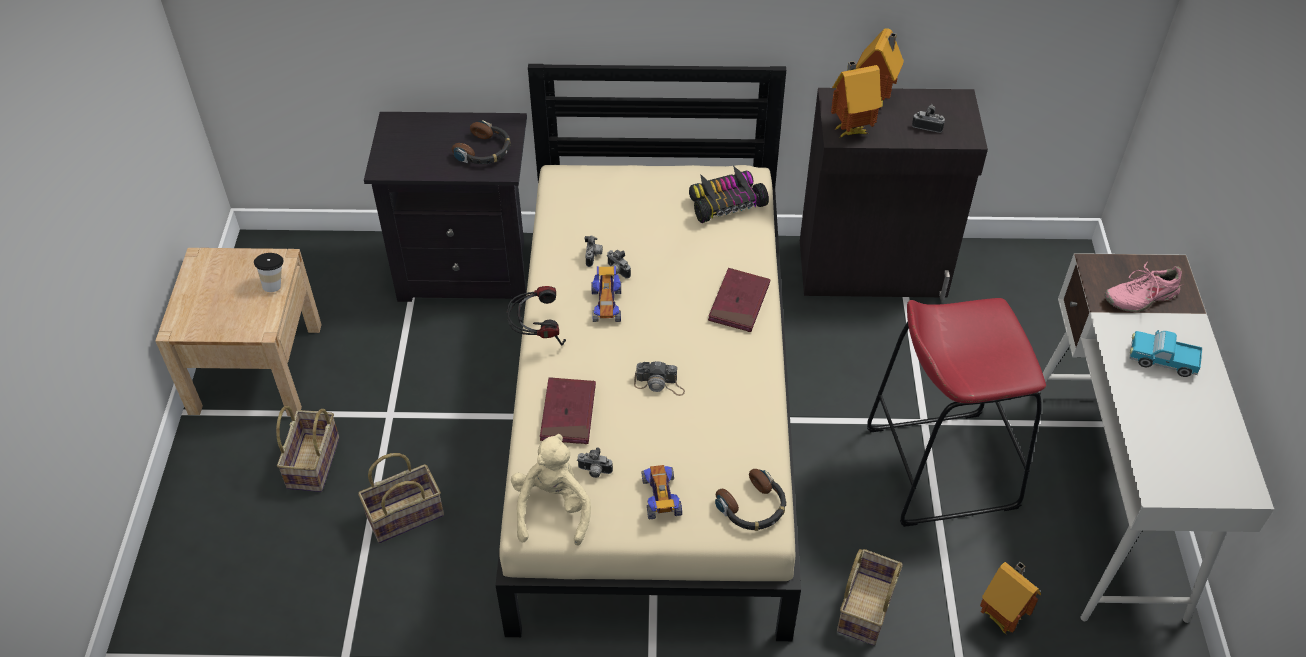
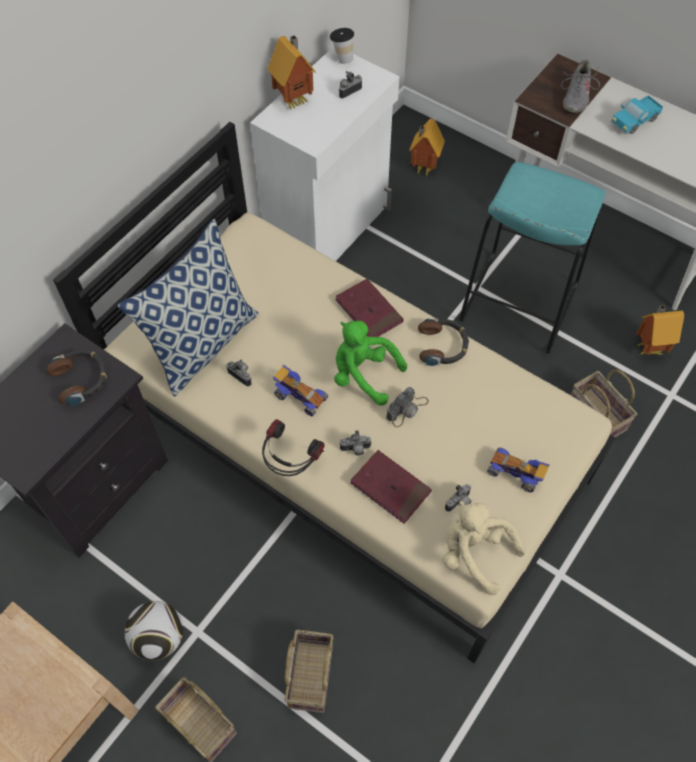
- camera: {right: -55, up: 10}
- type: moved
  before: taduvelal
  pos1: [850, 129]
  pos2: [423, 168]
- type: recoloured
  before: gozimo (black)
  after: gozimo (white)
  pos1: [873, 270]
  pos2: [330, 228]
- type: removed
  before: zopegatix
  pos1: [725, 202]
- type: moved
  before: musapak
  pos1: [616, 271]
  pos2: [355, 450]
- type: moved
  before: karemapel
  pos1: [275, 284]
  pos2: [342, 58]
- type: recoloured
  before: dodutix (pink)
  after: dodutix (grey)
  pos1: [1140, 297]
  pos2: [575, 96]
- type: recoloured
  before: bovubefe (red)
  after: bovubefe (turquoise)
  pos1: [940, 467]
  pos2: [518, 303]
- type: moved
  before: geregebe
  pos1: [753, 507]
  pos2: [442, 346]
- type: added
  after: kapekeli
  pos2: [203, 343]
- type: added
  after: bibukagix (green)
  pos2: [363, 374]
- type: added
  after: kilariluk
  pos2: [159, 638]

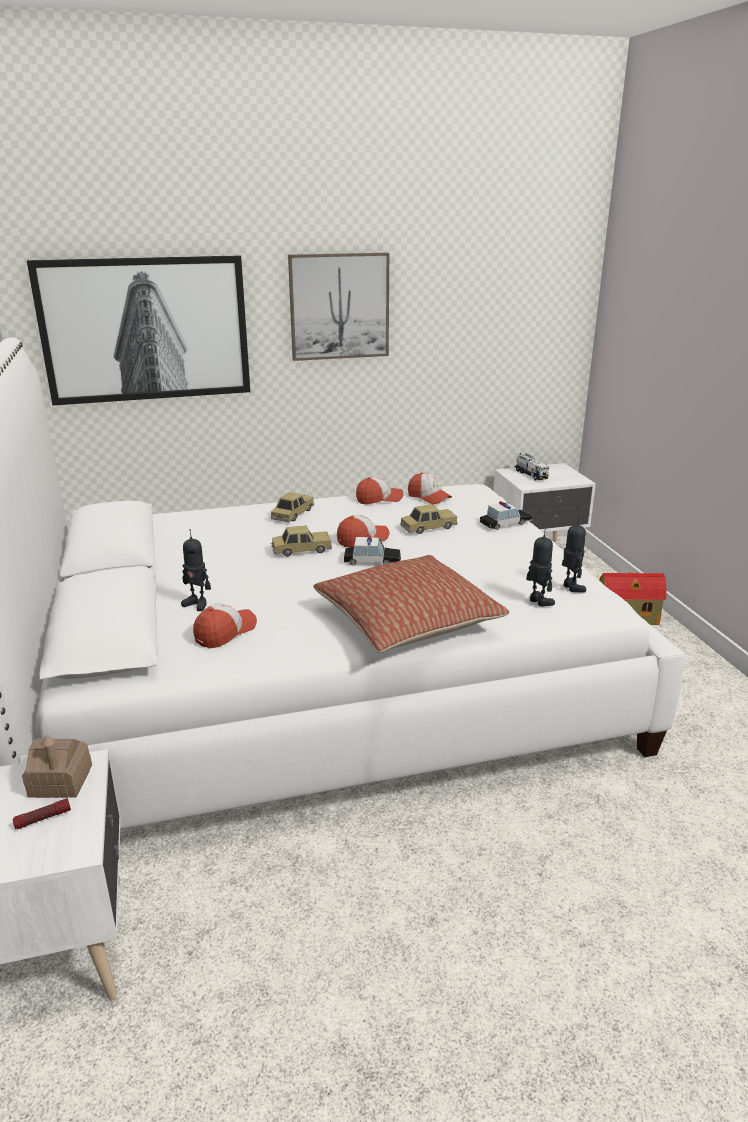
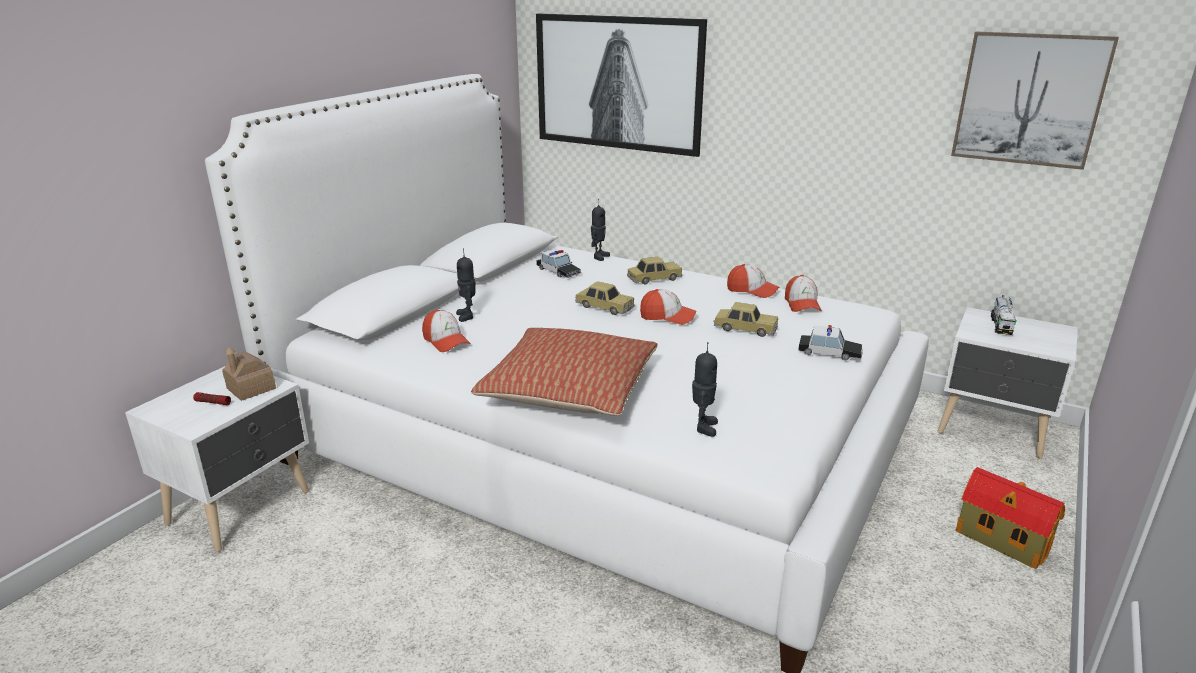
- camera: {right: 45, up: 0}
- type: moved
  before: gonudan
  pos1: [339, 306]
  pos2: [1029, 99]
- type: moved
  before: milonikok
  pos1: [570, 588]
  pos2: [599, 257]
- type: moved
  before: zopegatix
  pos1: [372, 561]
  pos2: [558, 271]
- type: turned
  before: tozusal
  pos1: [225, 632]
  pos2: [446, 341]
  turn: 60

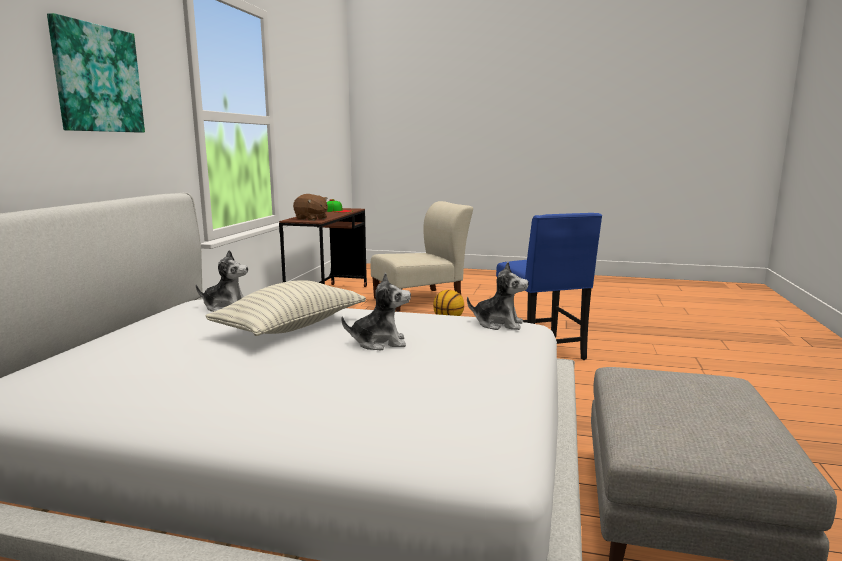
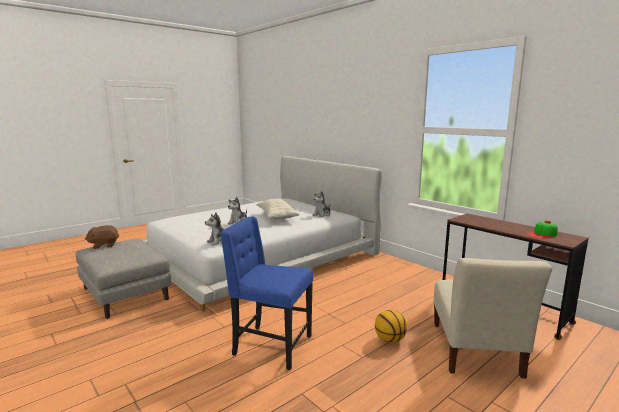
- camera: {right: 125, up: 0}
- type: removed
  before: gonudan
  pos1: [97, 79]
- type: moved
  before: bibukagix (brown)
  pos1: [311, 219]
  pos2: [104, 245]

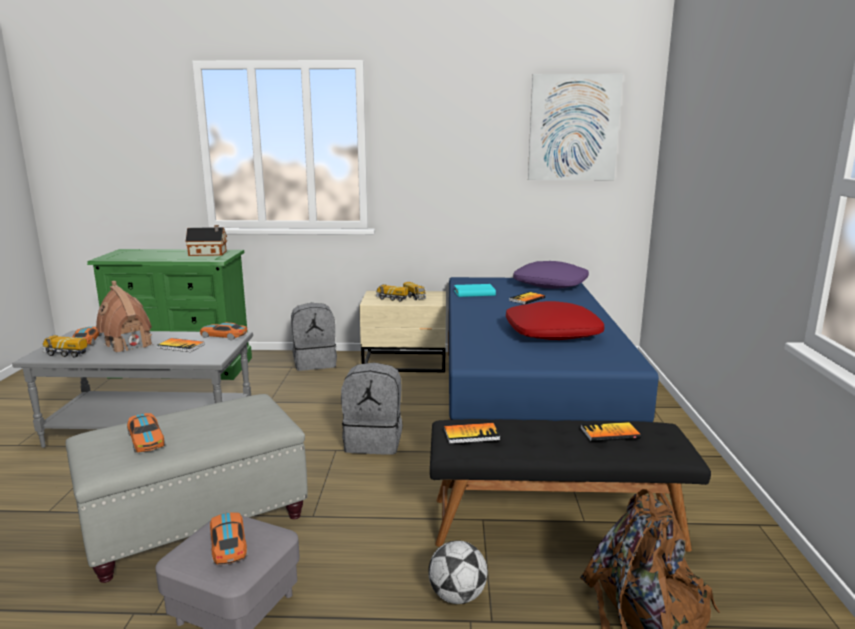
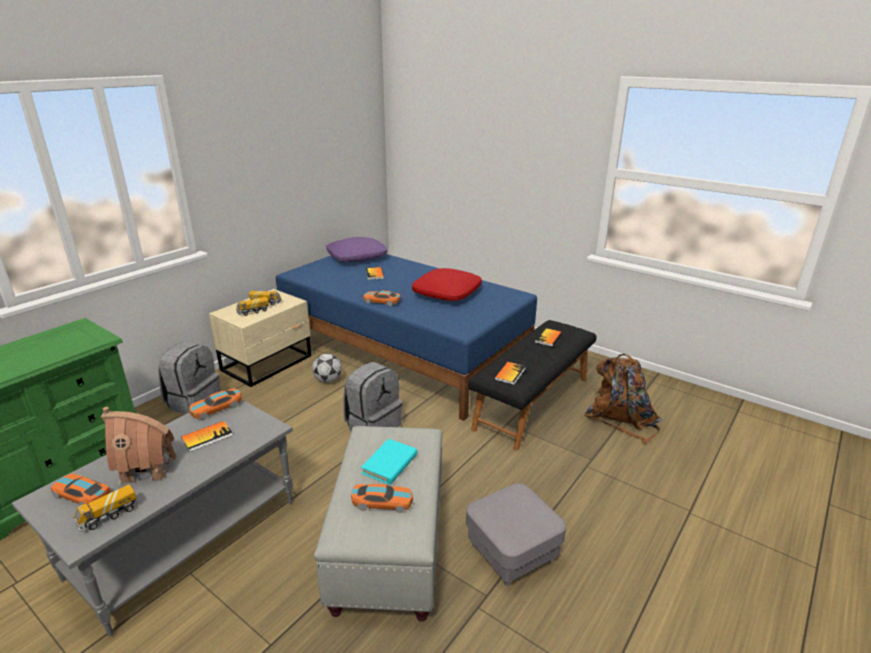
- camera: {right: -55, up: 10}
- type: removed
  before: gonudan
  pos1: [573, 128]
- type: removed
  before: taduvelal
  pos1: [209, 253]
- type: moved
  before: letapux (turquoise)
  pos1: [474, 293]
  pos2: [389, 464]
- type: moved
  before: zopegatix
  pos1: [228, 544]
  pos2: [381, 301]
- type: moved
  before: kilariluk
  pos1: [457, 596]
  pos2: [328, 380]

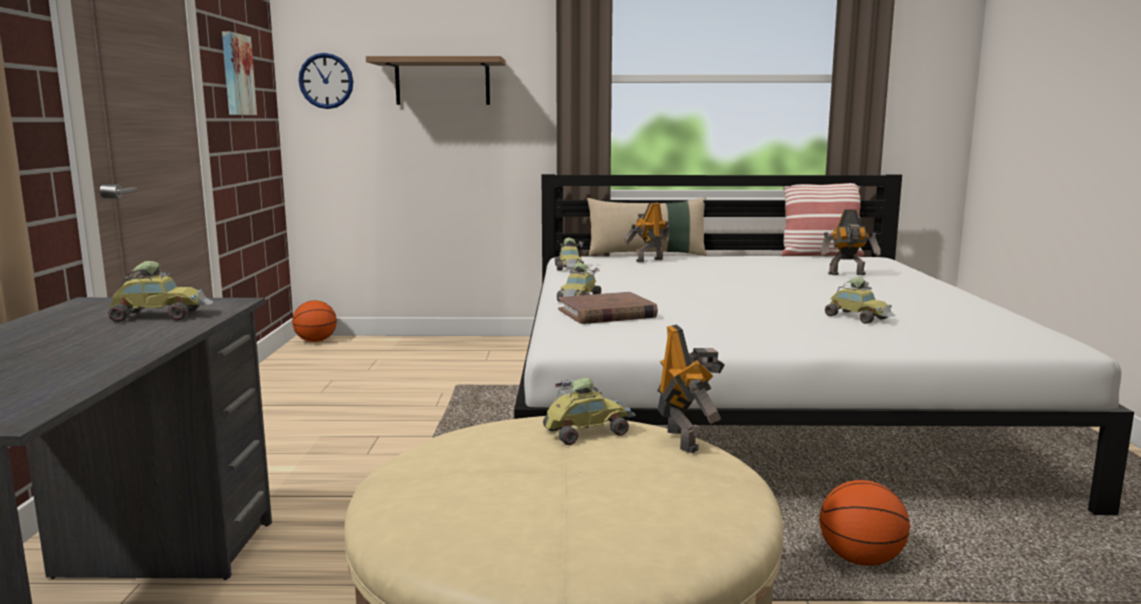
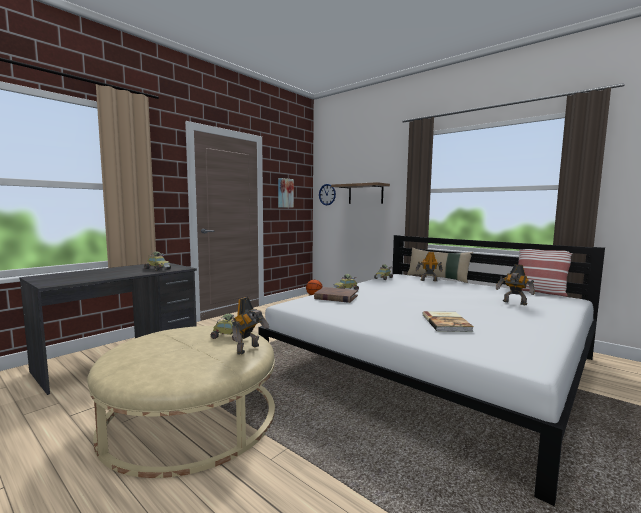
- camera: {right: 40, up: -5}
- type: replaced
  before: zopegatix
  after: letapux
  pos1: [858, 317]
  pos2: [447, 323]
- type: removed
  before: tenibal
  pos1: [859, 560]

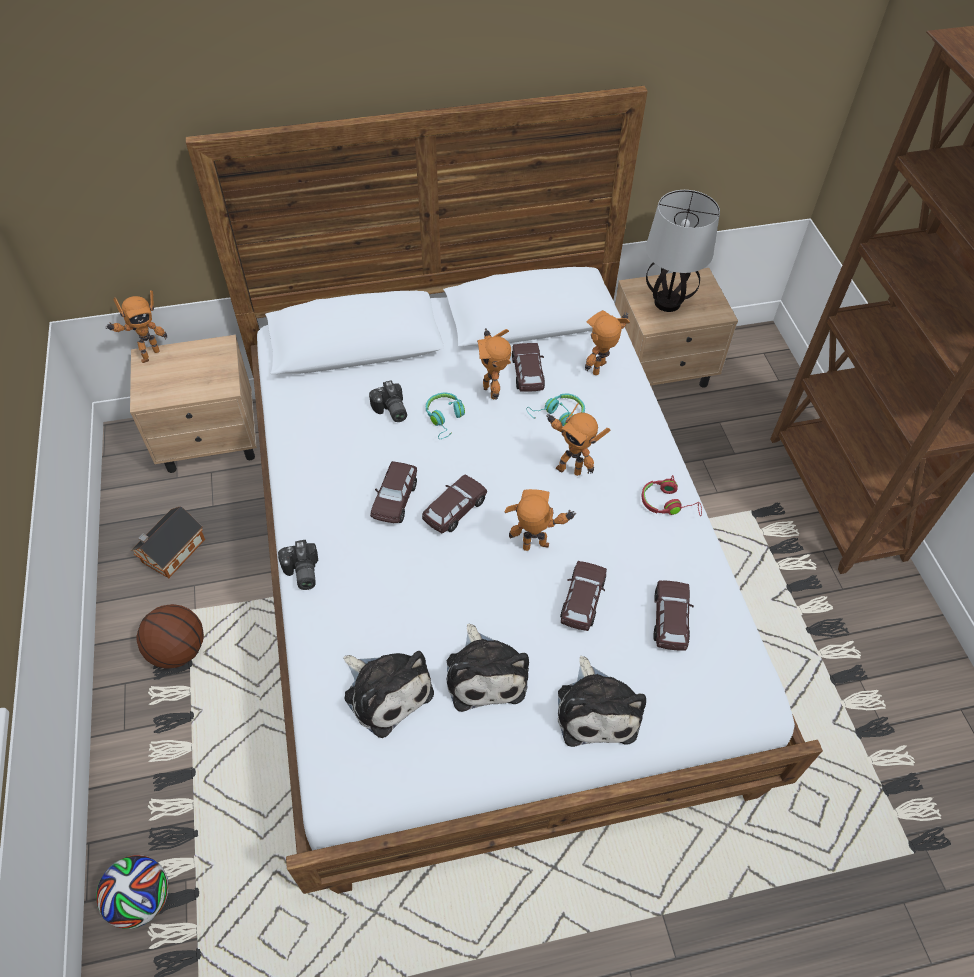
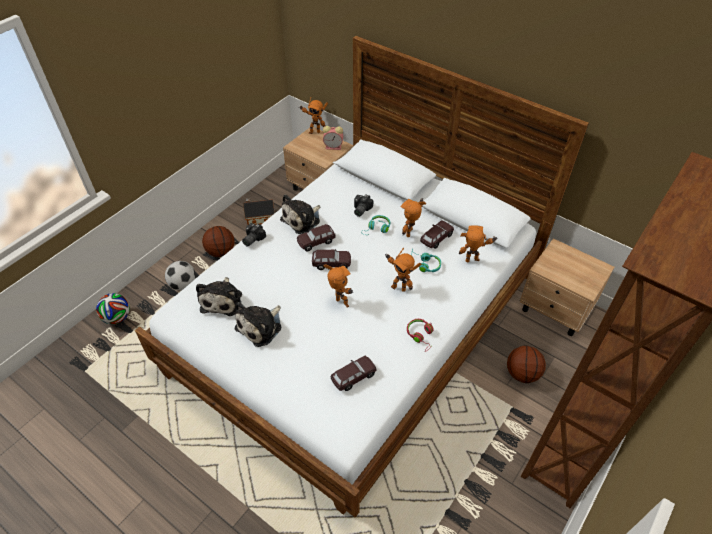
- camera: {right: 50, up: -5}
- type: removed
  before: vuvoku
  pos1: [667, 302]
- type: turned
  before: milonikok
  pos1: [569, 468]
  pos2: [399, 287]
  turn: -45
- type: removed
  before: zopegatix (brown)
  pos1: [582, 601]
- type: moved
  before: bibukagix
  pos1: [596, 709]
  pos2: [302, 220]
- type: added
  after: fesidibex
  pos2: [334, 147]
- type: added
  after: kilariluk
  pos2: [183, 285]
- type: added
  after: tenibal
  pos2: [522, 374]

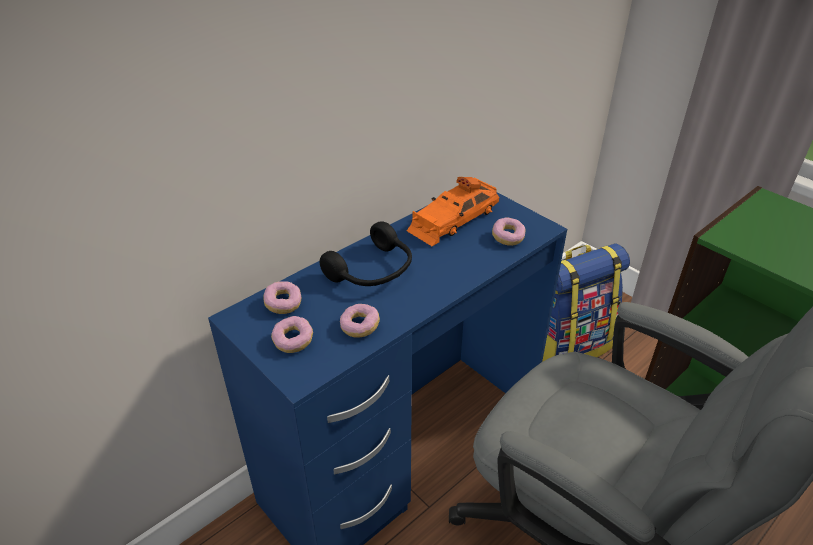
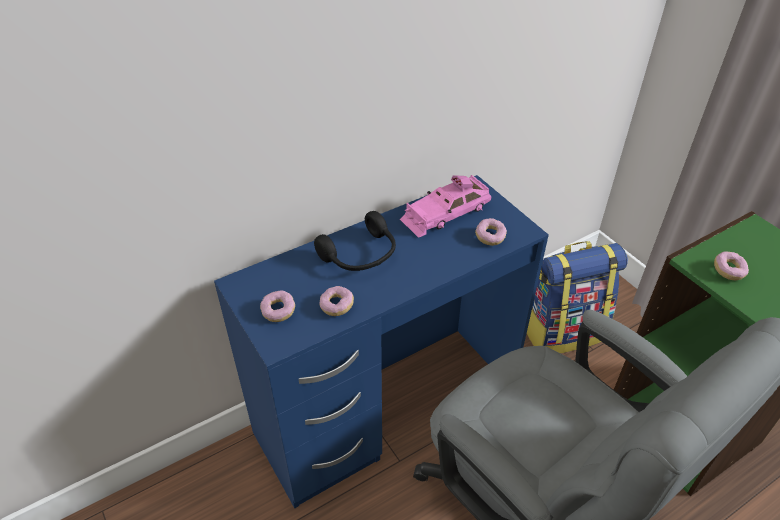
- camera: {right: 10, up: 5}
- type: recoloured
  before: zopegatix (orange)
  after: zopegatix (pink)
  pos1: [453, 219]
  pos2: [445, 213]
- type: moved
  before: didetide
  pos1: [283, 304]
  pos2: [728, 271]

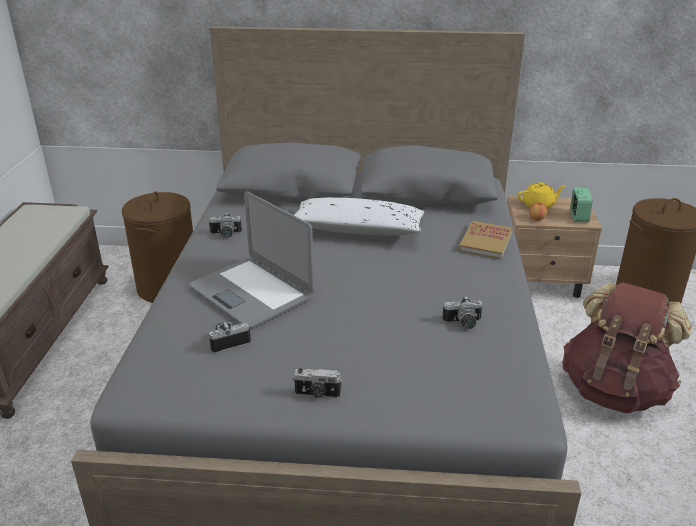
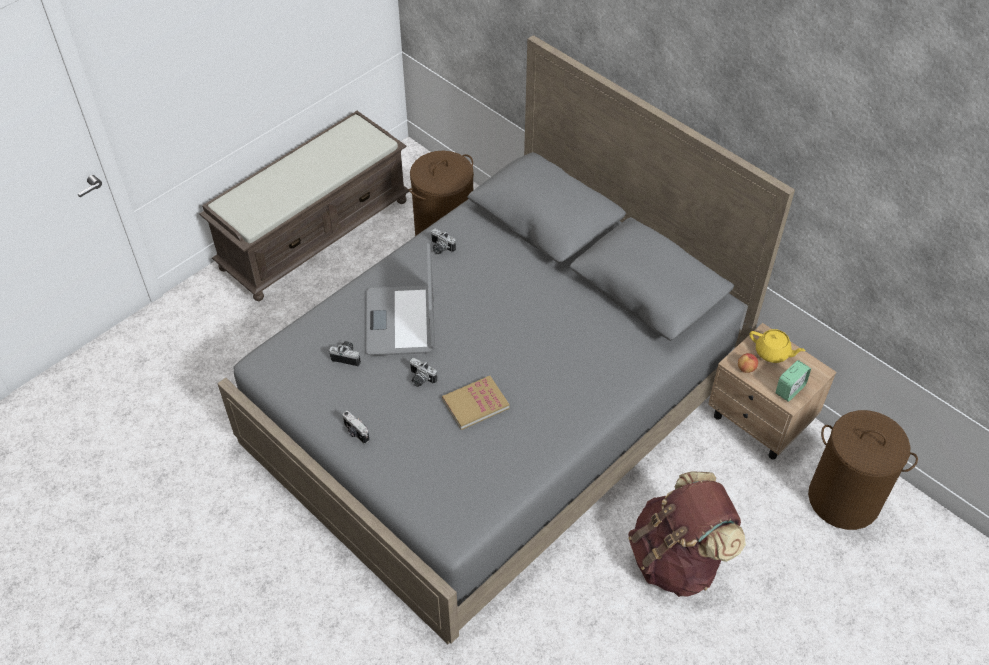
- camera: {right: 40, up: 20}
- type: removed
  before: kapekeli (white)
  pos1: [357, 230]
- type: moved
  before: letapux
  pos1: [485, 242]
  pos2: [475, 404]
- type: moved
  before: musapak
  pos1: [463, 324]
  pos2: [420, 379]

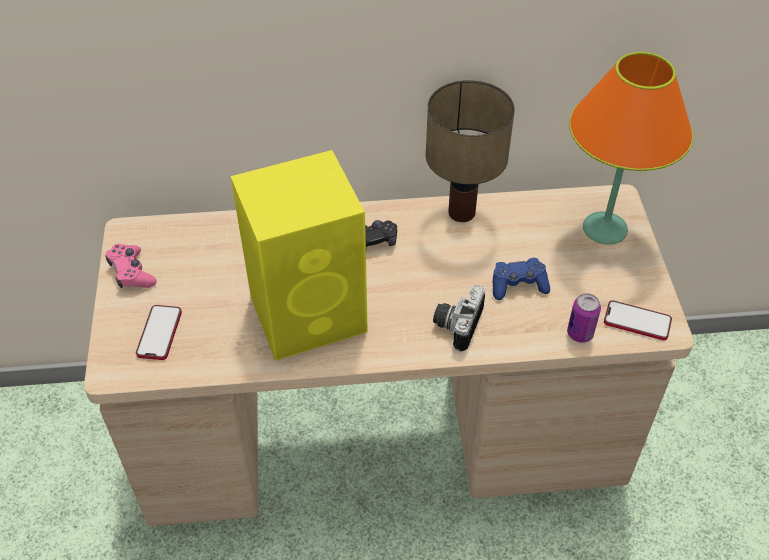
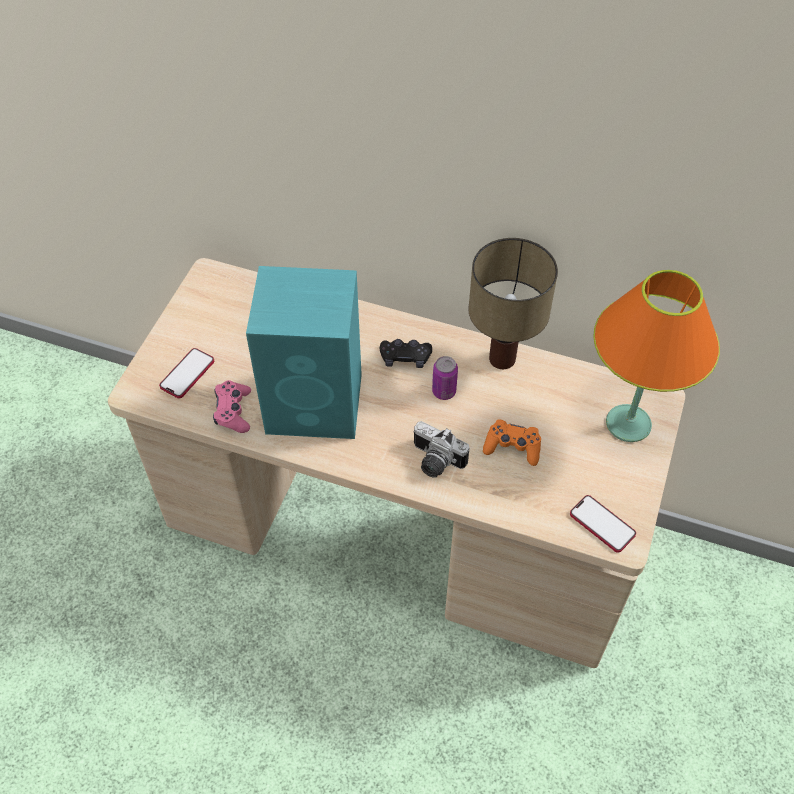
- camera: {right: 25, up: 5}
- type: recoloured
  before: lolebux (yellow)
  after: lolebux (turquoise)
  pos1: [311, 313]
  pos2: [317, 404]
- type: moved
  before: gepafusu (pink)
  pos1: [131, 273]
  pos2: [233, 411]
- type: recoloured
  before: gepafusu (blue)
  after: gepafusu (orange)
  pos1: [518, 285]
  pos2: [512, 447]
- type: turned
  before: musapak
  pos1: [456, 324]
  pos2: [434, 462]
  turn: -105
- type: moved
  before: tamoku
  pos1: [580, 333]
  pos2: [444, 391]

